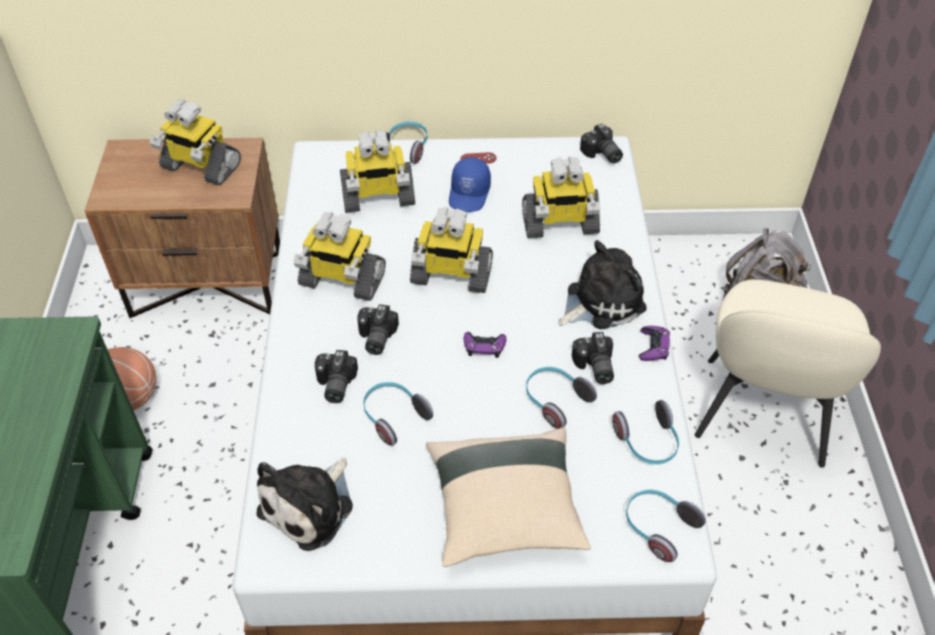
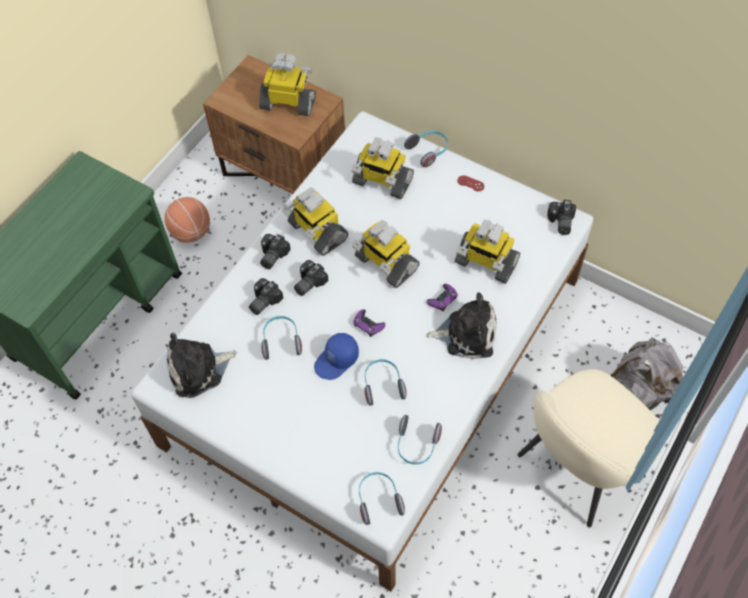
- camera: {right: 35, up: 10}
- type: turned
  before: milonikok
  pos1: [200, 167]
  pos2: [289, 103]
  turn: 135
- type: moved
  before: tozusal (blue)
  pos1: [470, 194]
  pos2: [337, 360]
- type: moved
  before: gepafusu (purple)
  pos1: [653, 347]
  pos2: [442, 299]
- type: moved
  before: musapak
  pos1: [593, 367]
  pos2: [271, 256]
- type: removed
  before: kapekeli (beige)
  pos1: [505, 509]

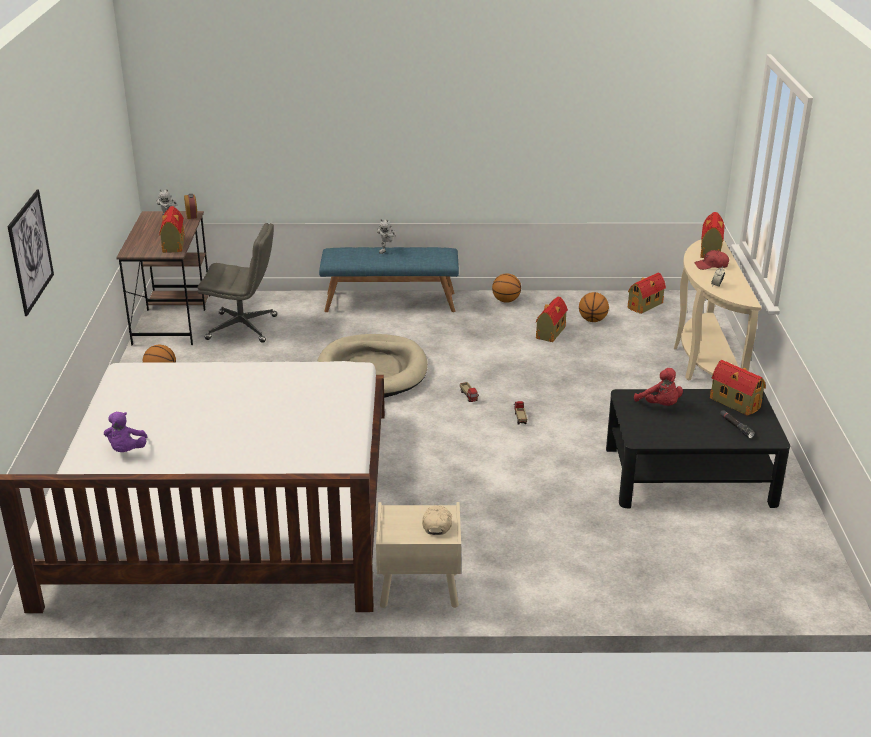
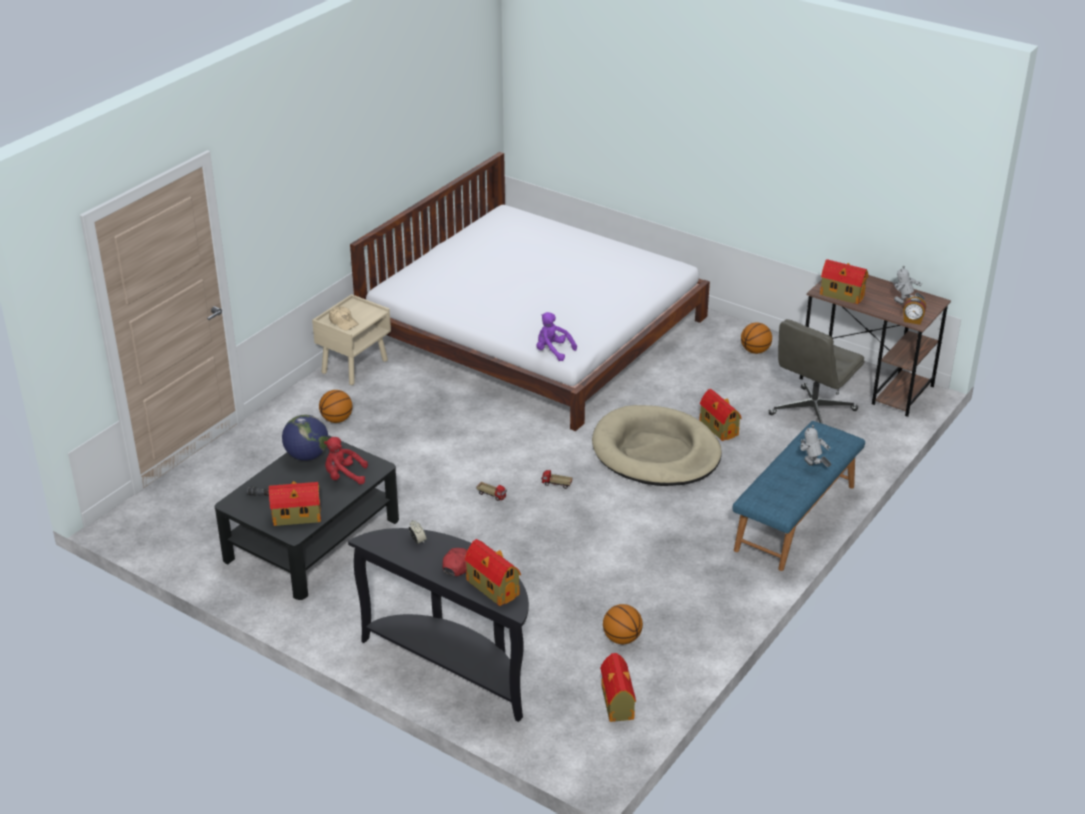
- camera: {right: 125, up: 5}
- type: removed
  before: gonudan
  pos1: [31, 251]
- type: recoloured
  before: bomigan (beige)
  after: bomigan (black)
  pos1: [704, 363]
  pos2: [454, 665]
- type: moved
  before: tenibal
  pos1: [506, 300]
  pos2: [337, 419]
- type: moved
  before: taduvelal
  pos1: [550, 333]
  pos2: [718, 427]
- type: moved
  before: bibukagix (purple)
  pos1: [126, 450]
  pos2: [553, 351]
- type: added
  after: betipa
  pos2: [307, 456]

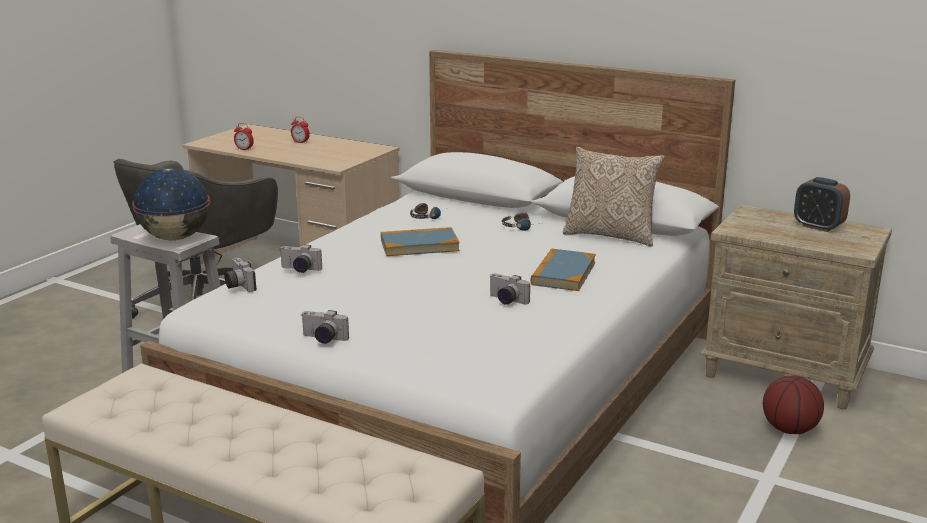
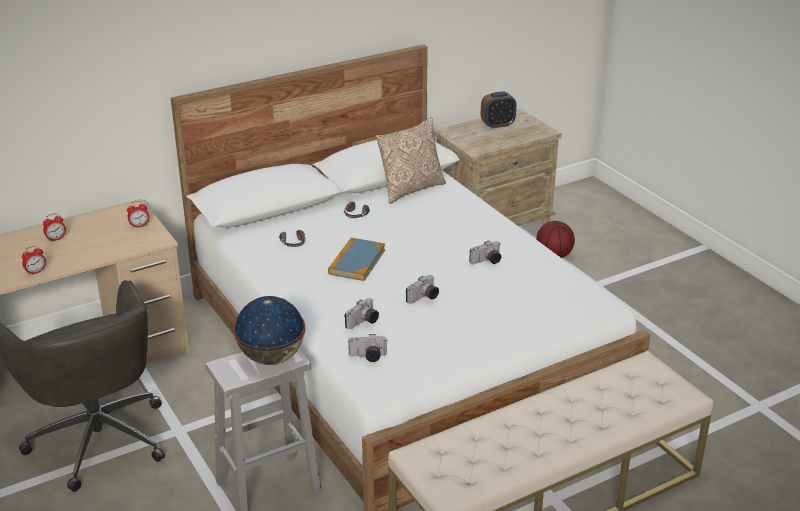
- camera: {right: -60, up: 10}
- type: removed
  before: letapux
  pos1: [563, 273]
- type: moved
  before: musapak
  pos1: [323, 339]
  pos2: [424, 298]
- type: added
  after: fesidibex
  pos2: [139, 226]

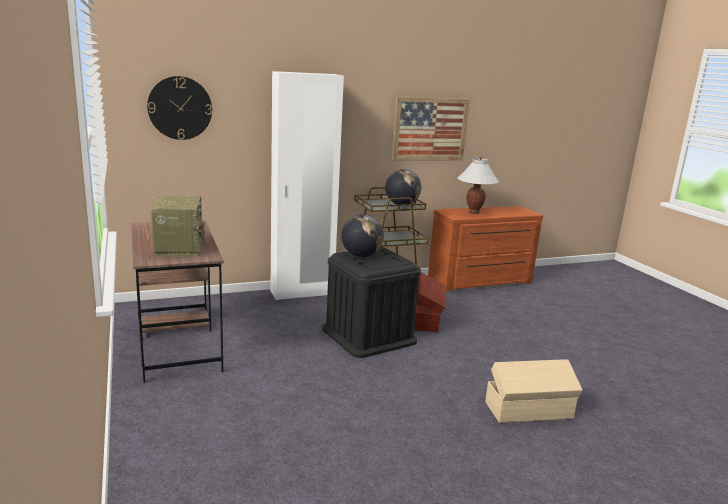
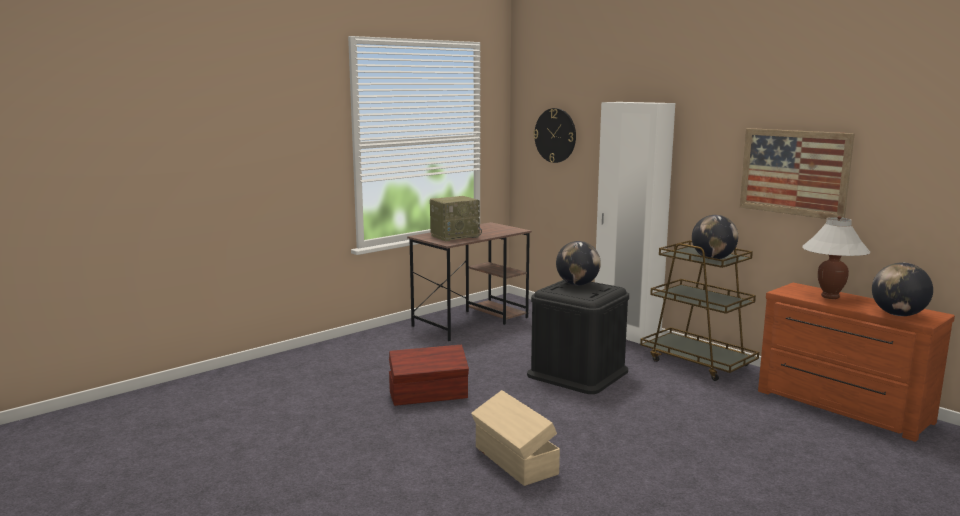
- camera: {right: 70, up: -5}
- type: moved
  before: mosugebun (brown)
  pos1: [425, 318]
  pos2: [429, 395]
- type: added
  after: betipa
  pos2: [898, 315]

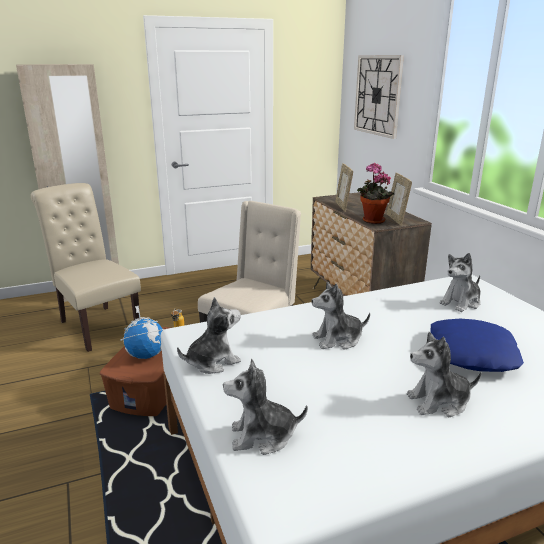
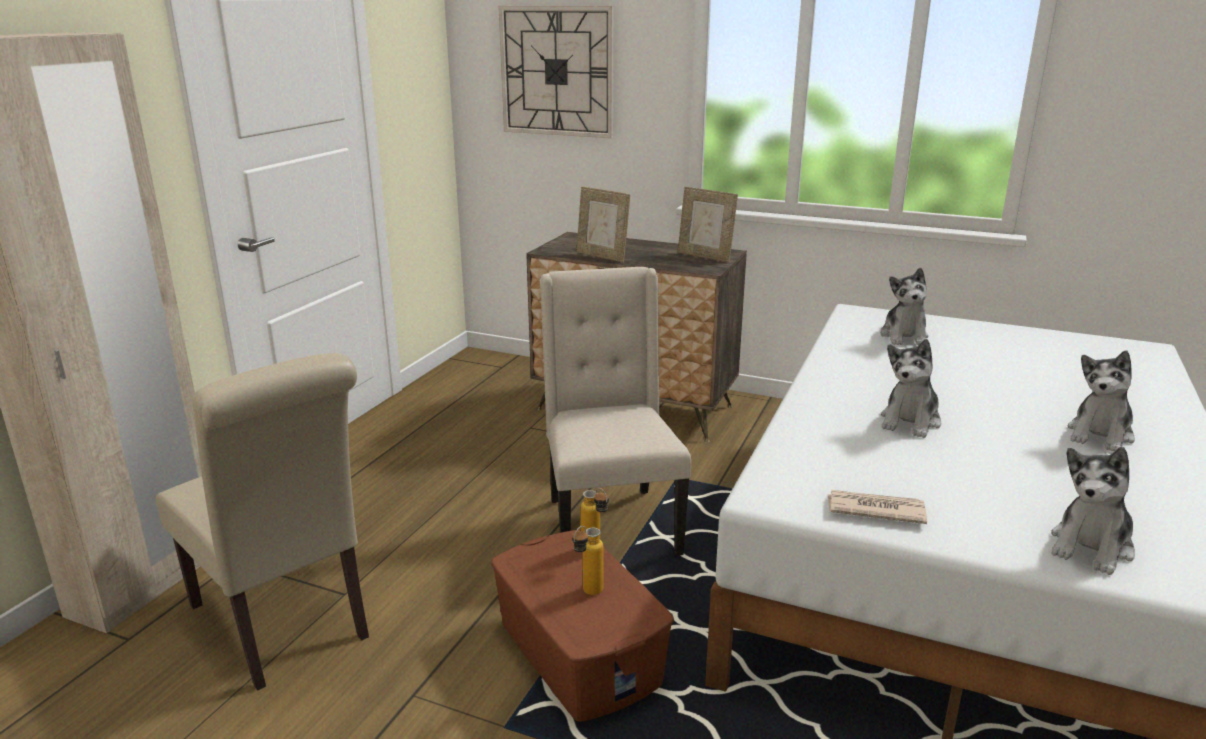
- camera: {right: -45, up: 0}
- type: removed
  before: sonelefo
  pos1: [371, 221]
- type: turned
  before: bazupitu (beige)
  pos1: [96, 325]
  pos2: [285, 626]
  turn: -135
- type: replaced
  before: bibukagix
  after: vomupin
  pos1: [212, 362]
  pos2: [874, 509]
- type: replaced
  before: betipa
  after: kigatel
  pos1: [146, 355]
  pos2: [587, 594]
- type: removed
  before: kapekeli (blue)
  pos1: [471, 353]

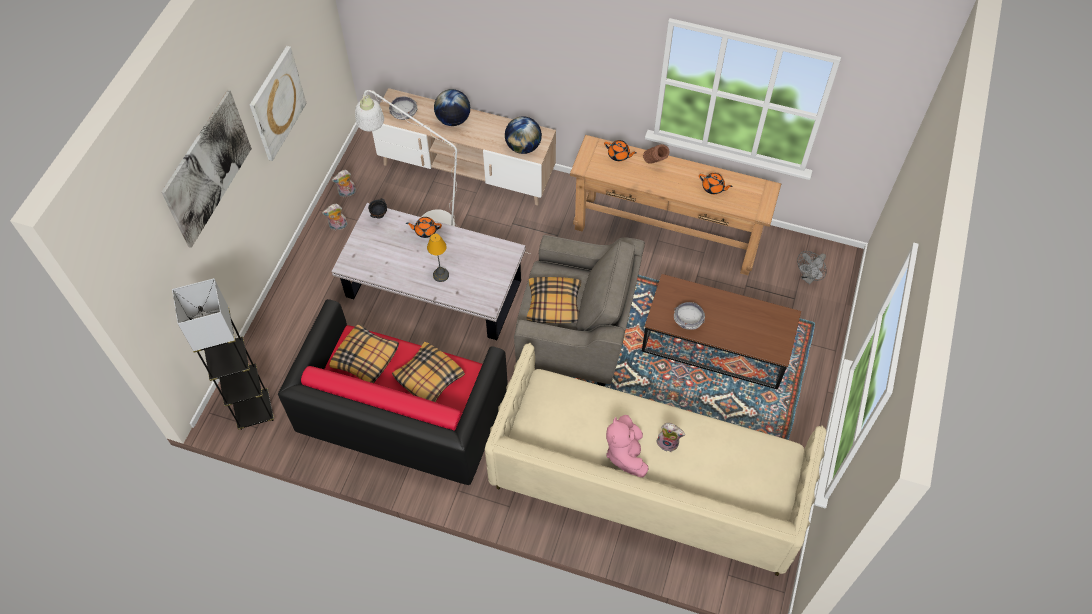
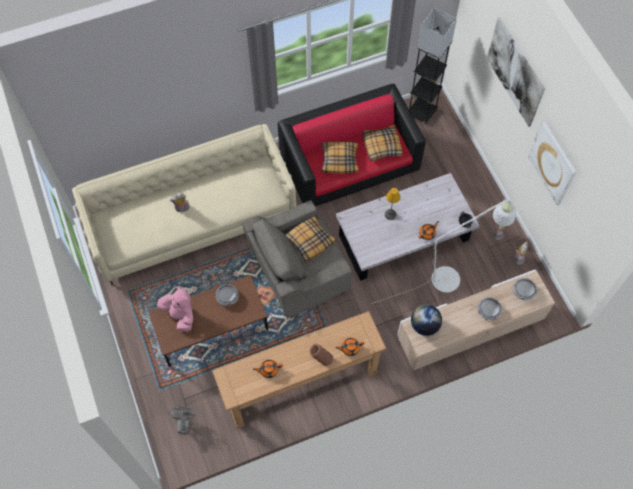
- camera: {right: 140, up: 5}
- type: replaced
  before: betipa
  after: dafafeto
  pos1: [453, 120]
  pos2: [488, 311]
- type: moved
  before: bibukagix (pink)
  pos1: [625, 454]
  pos2: [180, 315]

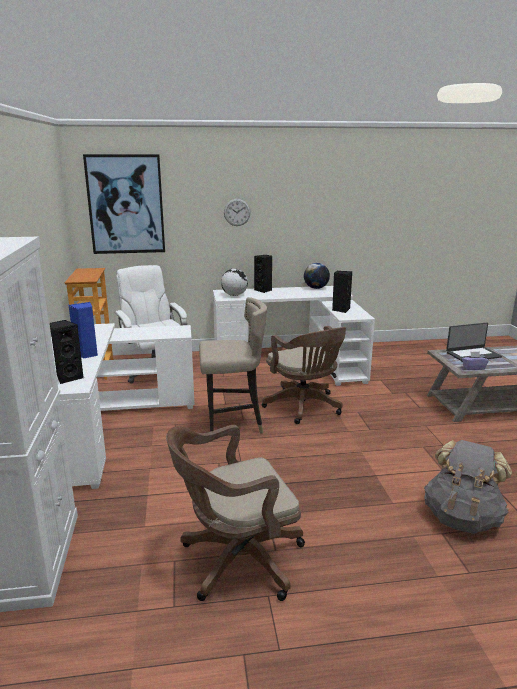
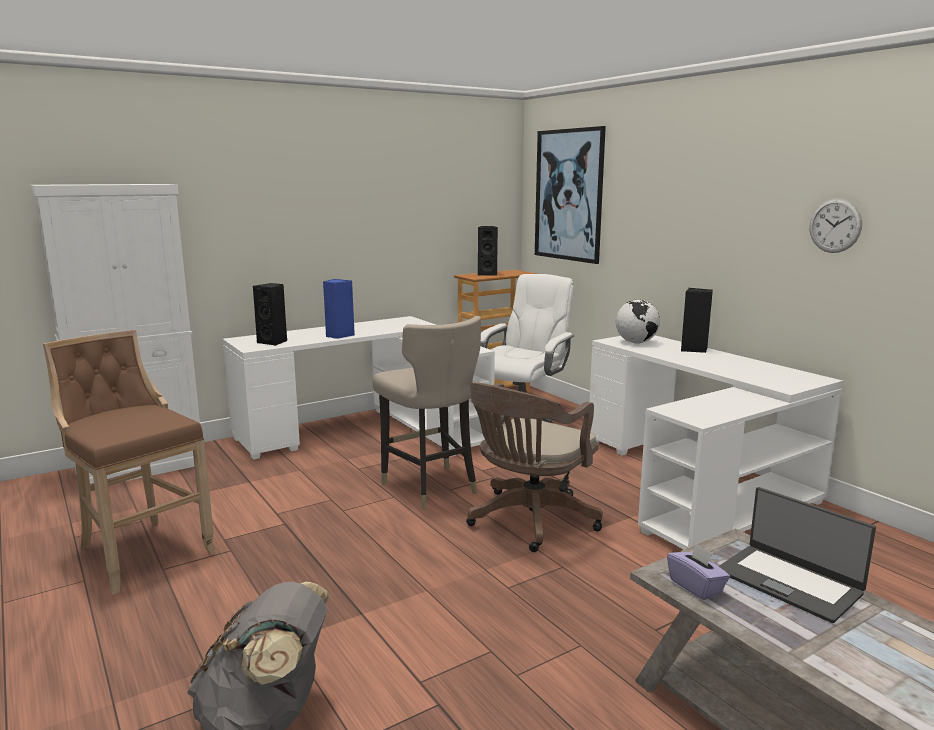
- camera: {right: 65, up: -5}
- type: moved
  before: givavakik
  pos1: [237, 212]
  pos2: [835, 225]
- type: removed
  before: betipa
  pos1: [316, 288]
- type: moved
  before: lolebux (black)
  pos1: [341, 310]
  pos2: [487, 274]
- type: replaced
  before: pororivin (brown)
  after: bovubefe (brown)
  pos1: [236, 561]
  pos2: [141, 551]

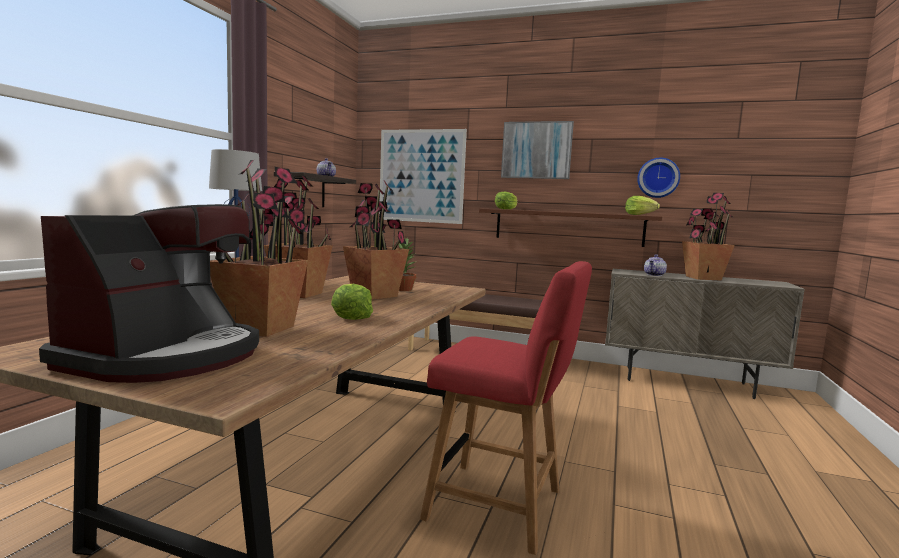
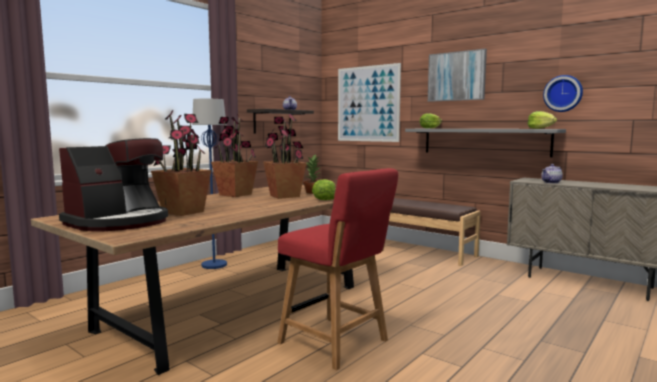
- camera: {right: 20, up: 0}
- type: removed
  before: sonelefo
  pos1: [702, 278]
- type: recoloured
  before: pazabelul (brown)
  after: pazabelul (grey)
  pos1: [568, 227]
  pos2: [484, 141]
- type: moved
  before: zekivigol
  pos1: [351, 317]
  pos2: [324, 199]

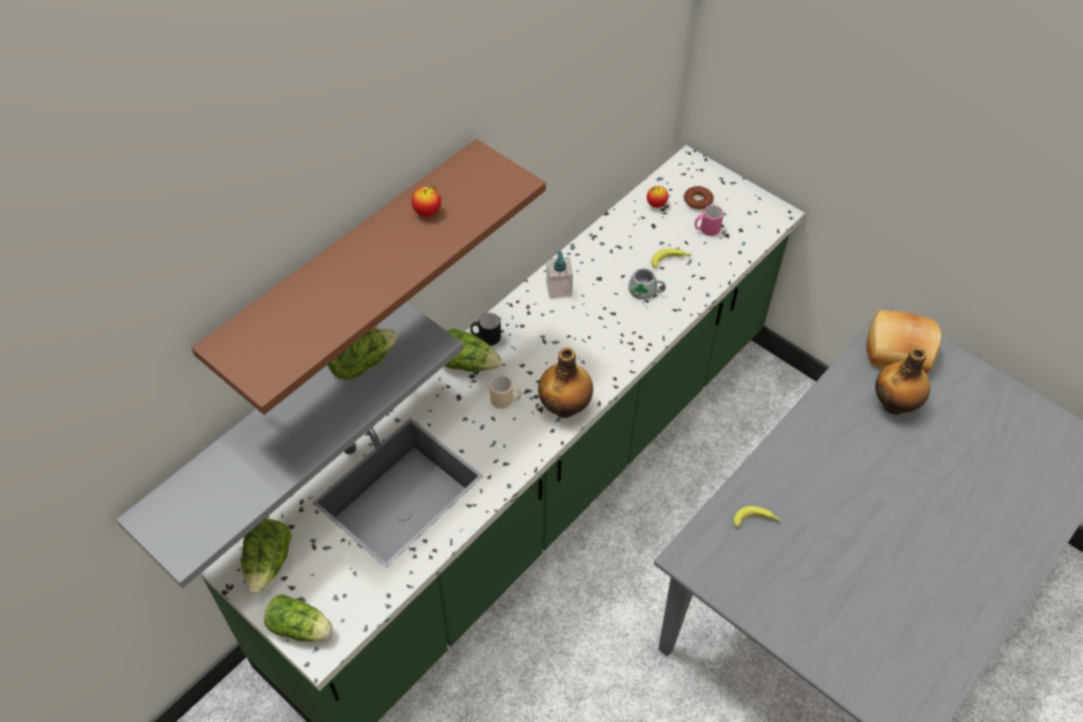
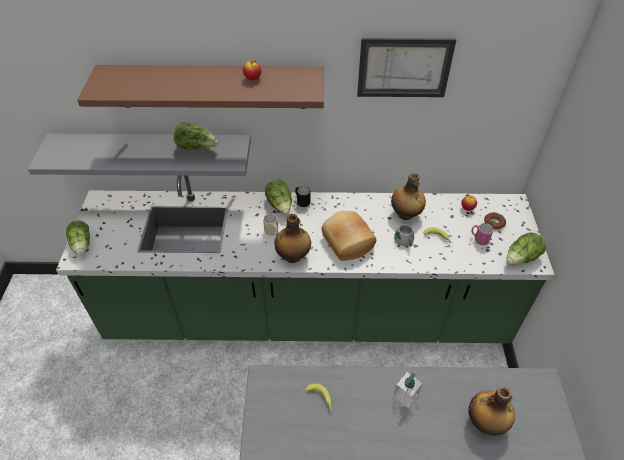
- camera: {right: 50, up: -5}
- type: moved
  before: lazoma
  pos1: [559, 289]
  pos2: [405, 396]
- type: moved
  before: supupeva
  pos1: [898, 352]
  pos2: [346, 242]
- type: moved
  before: zekivigol
  pos1: [269, 563]
  pos2: [521, 258]
- type: added
  after: gonudan
  pos2: [404, 67]
- type: added
  after: kigatel
  pos2: [405, 215]

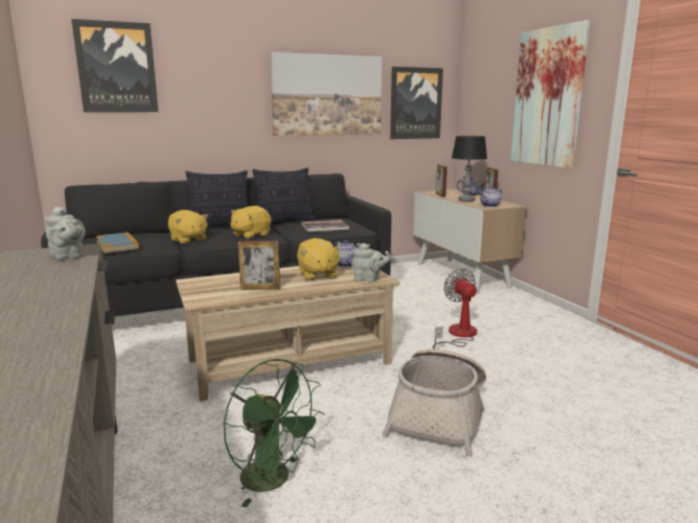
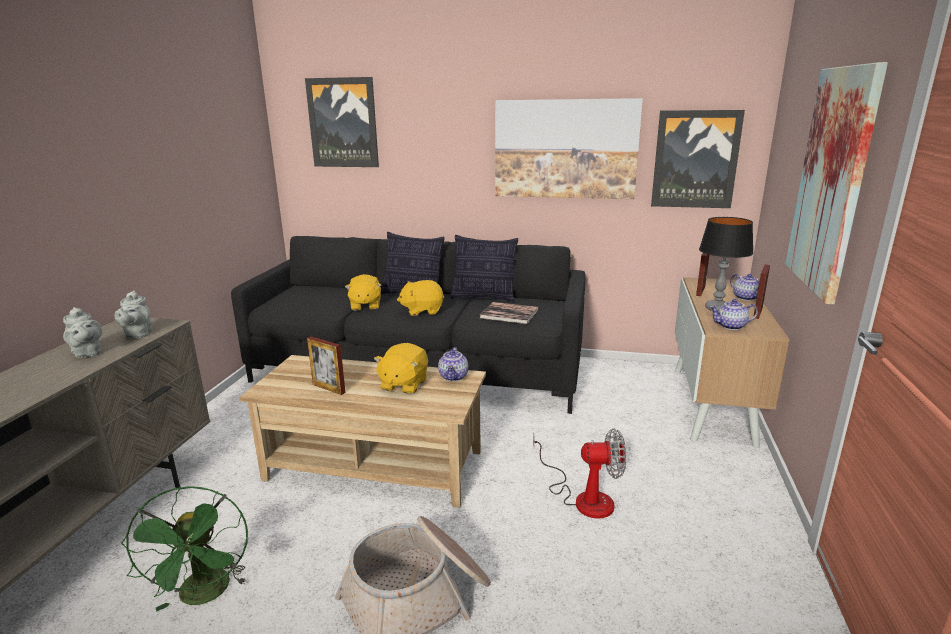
- camera: {right: 35, up: 5}
- type: removed
  before: letapux
  pos1: [117, 245]
- type: moved
  before: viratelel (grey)
  pos1: [368, 279]
  pos2: [87, 353]
- type: turned
  before: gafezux
  pos1: [458, 335]
  pos2: [583, 497]
  turn: 75

